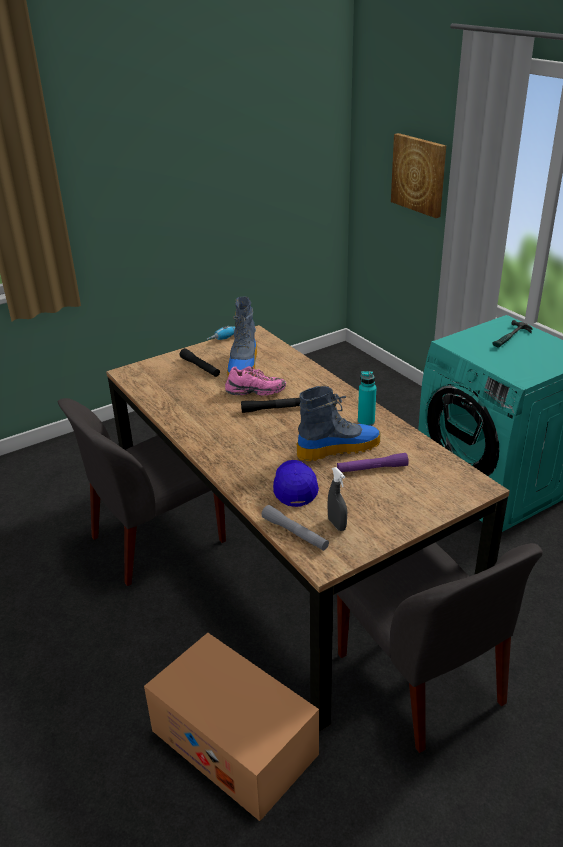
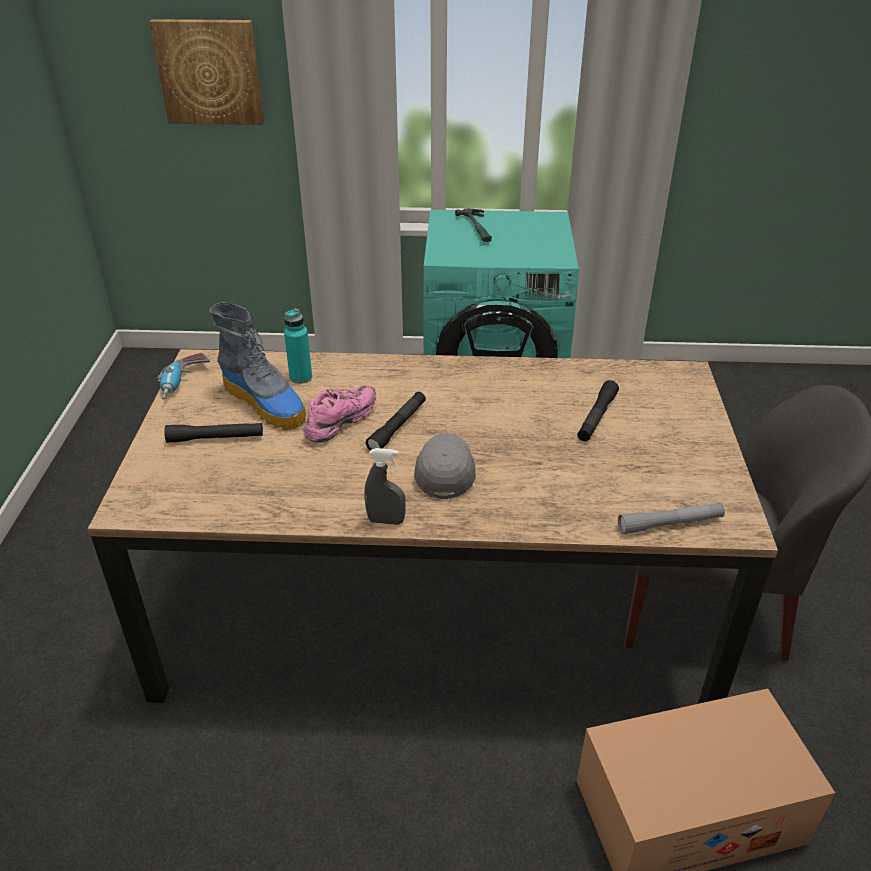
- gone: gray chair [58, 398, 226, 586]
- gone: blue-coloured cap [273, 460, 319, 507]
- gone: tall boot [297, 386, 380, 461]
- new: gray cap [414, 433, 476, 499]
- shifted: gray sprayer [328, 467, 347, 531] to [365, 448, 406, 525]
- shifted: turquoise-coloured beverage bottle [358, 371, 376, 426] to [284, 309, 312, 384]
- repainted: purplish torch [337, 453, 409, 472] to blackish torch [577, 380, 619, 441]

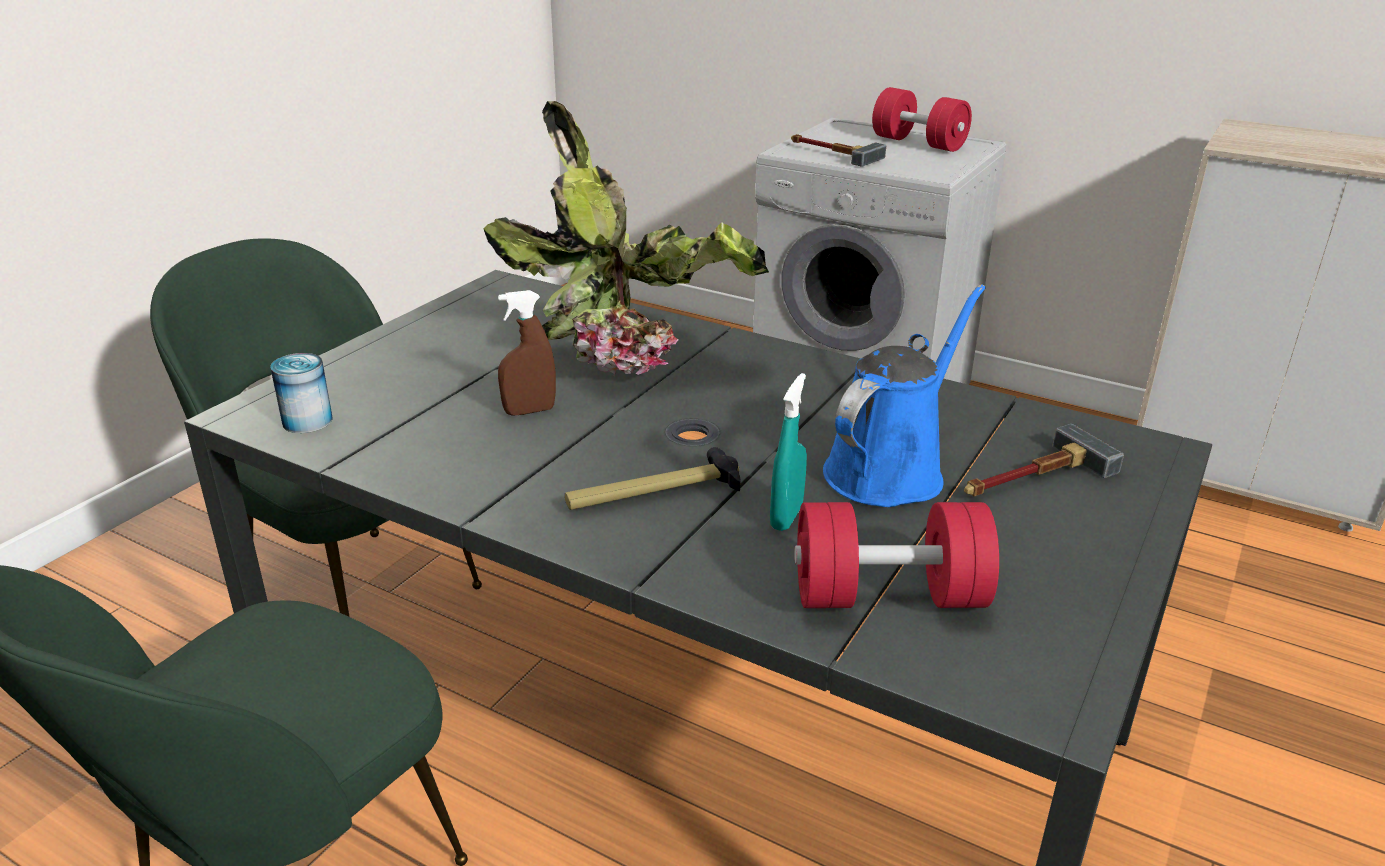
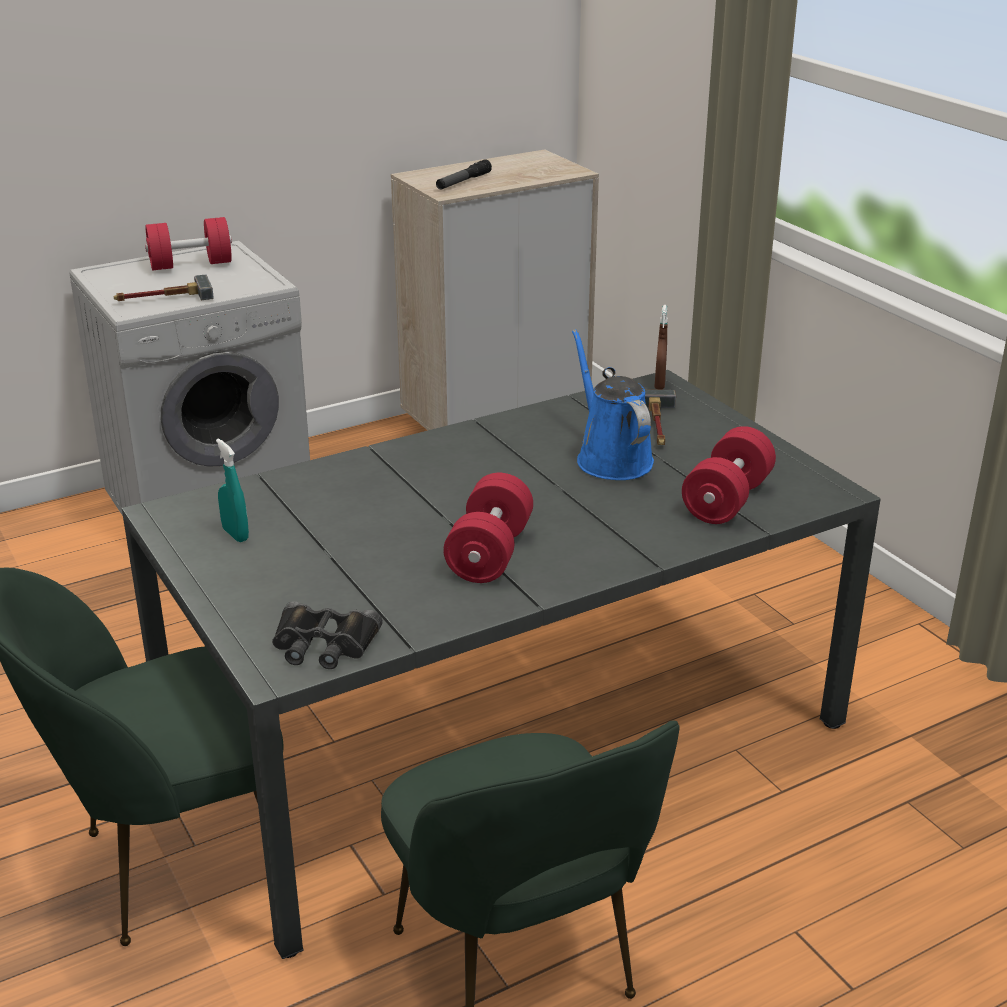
- gone: plant in a pot [483, 101, 769, 376]
- gone: tool hammer [565, 447, 741, 510]
- new: torch [436, 159, 492, 190]
- new: red free weight [443, 473, 533, 583]
- shifted: brown-coloured sprayer [498, 290, 556, 415] to [654, 305, 668, 390]
- shifted: turquoise-coloured sprayer [770, 373, 807, 531] to [216, 438, 249, 542]
- swapped: metal can [270, 353, 333, 433] to blackish pair of binoculars [272, 601, 383, 669]

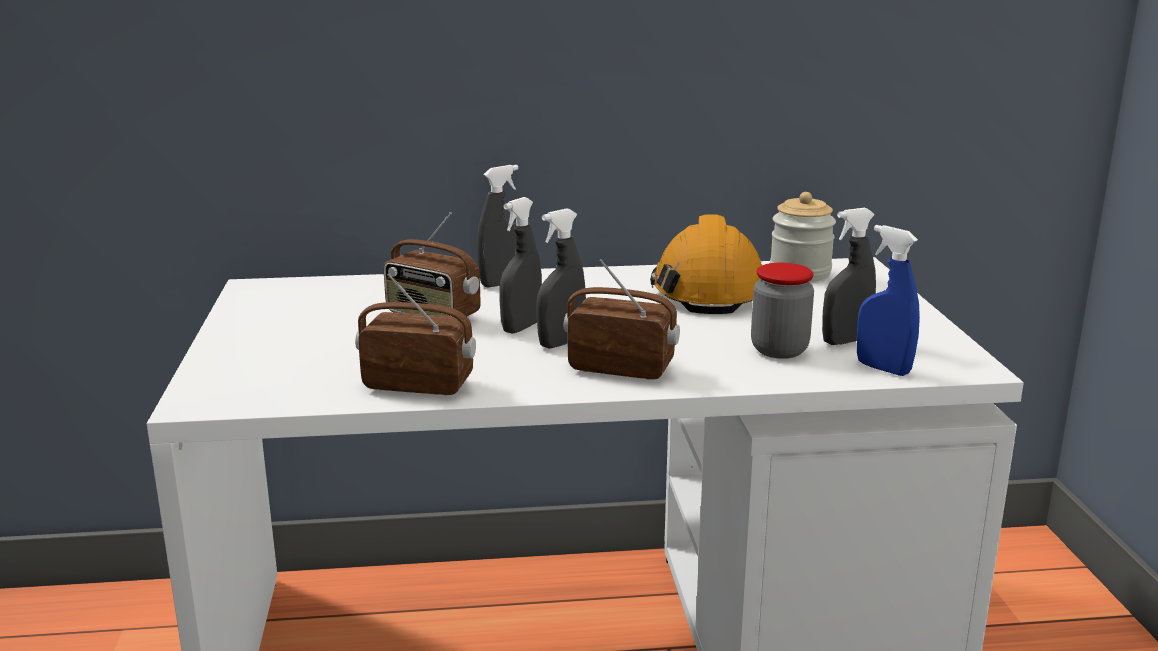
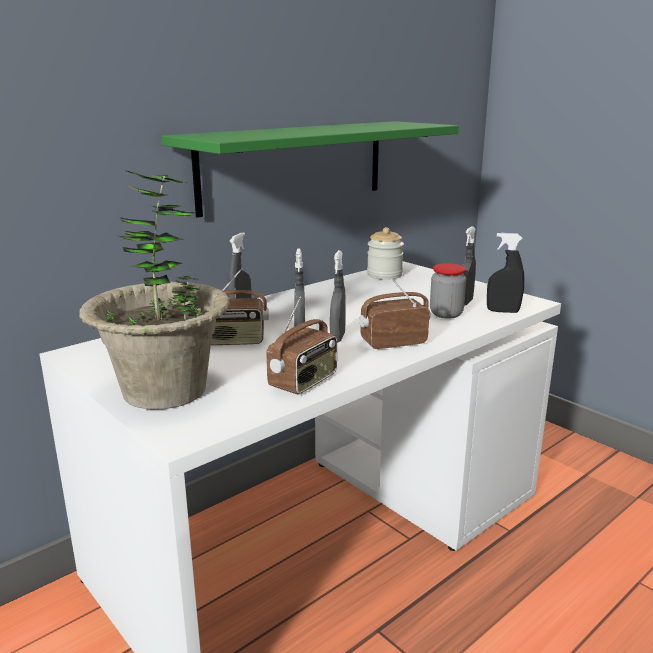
- gone: orangey safety helmet [650, 214, 762, 314]
- new: plant in a pot [79, 171, 230, 409]
- new: greenish wall shelf [162, 121, 459, 218]
- repainted: blue-coloured sprayer [857, 225, 920, 376] to blackish sprayer [487, 233, 524, 313]
- rotated: radio set [355, 273, 476, 396] = [266, 297, 337, 395] 150 degrees clockwise

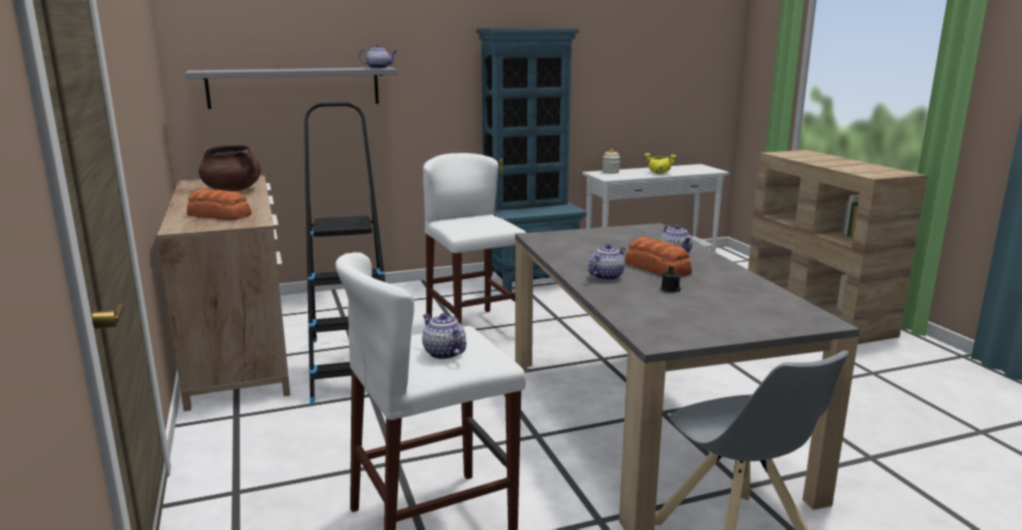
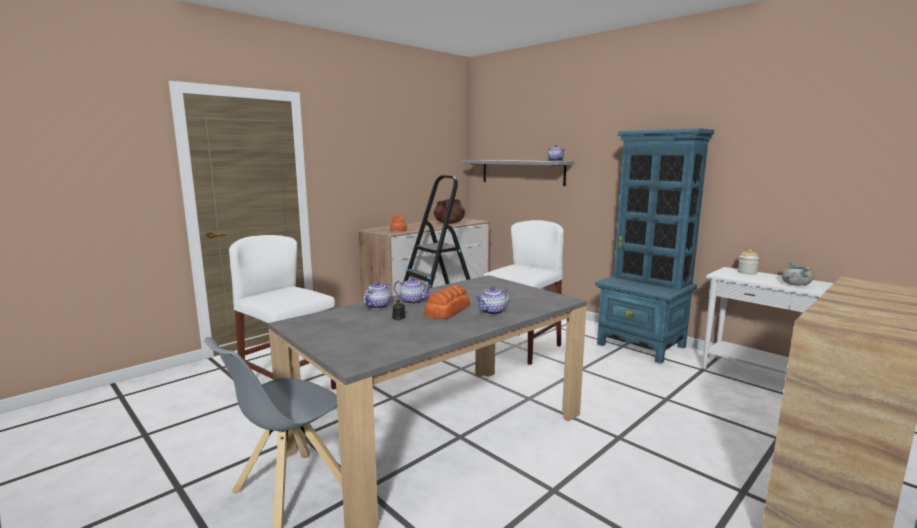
- shifted: teapot [422, 313, 466, 359] to [363, 282, 391, 309]
- repainted: yellow cooking pot [645, 153, 676, 173] to gray cooking pot [782, 261, 813, 285]

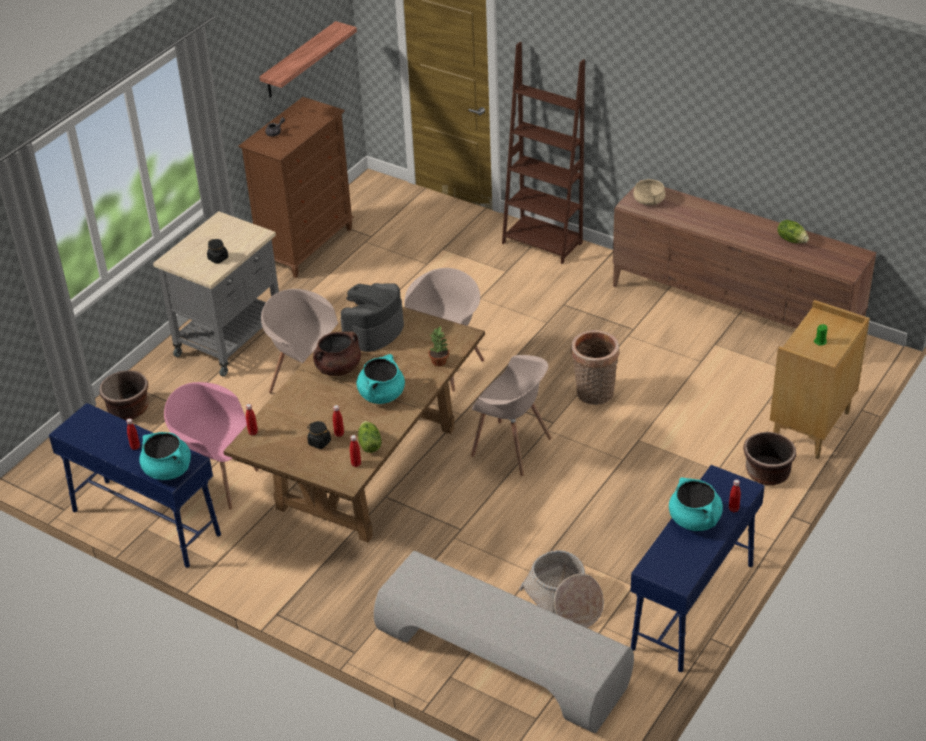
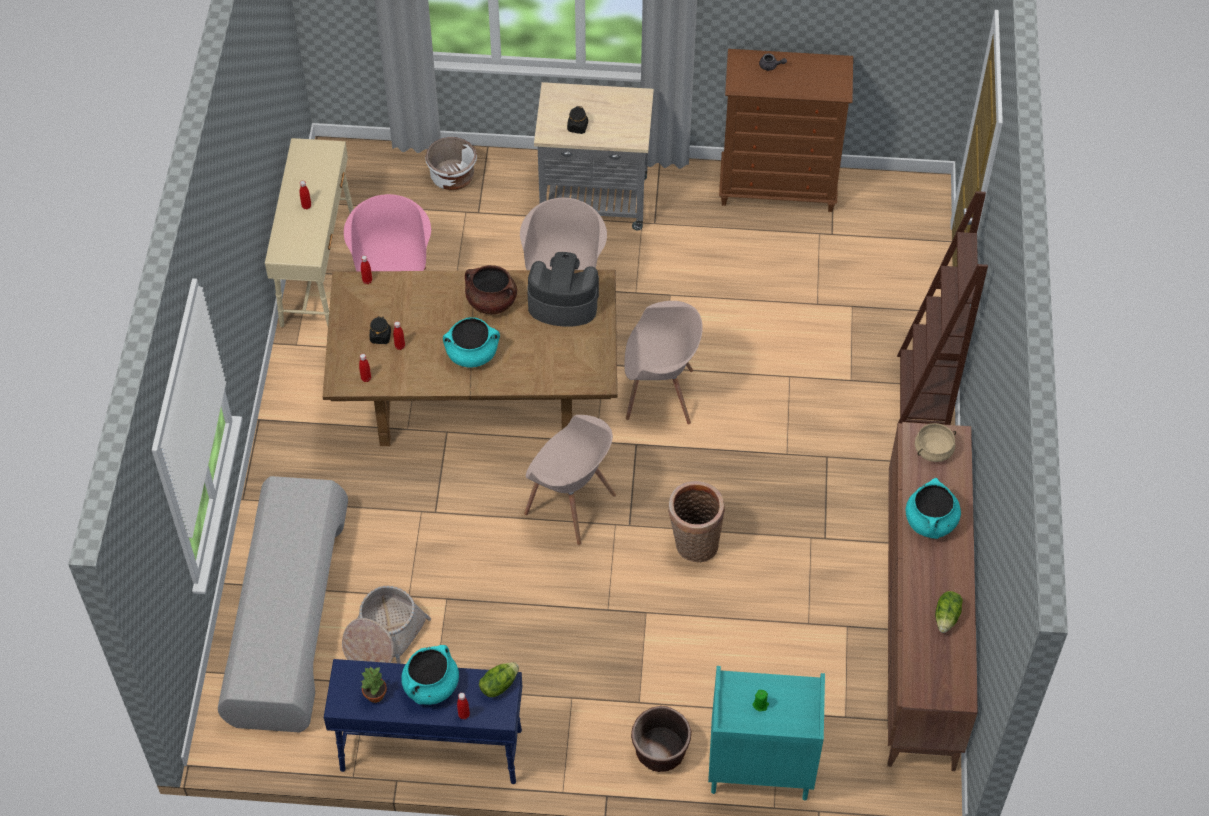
- gone: wall shelf [259, 21, 357, 98]
- shifted: turquoise-coloured cooking pot [139, 432, 191, 480] to [906, 478, 961, 539]
- shifted: lettuce [358, 421, 382, 453] to [479, 662, 519, 697]
- shifted: plant in a pot [429, 326, 449, 367] to [361, 666, 387, 703]
- repainted: blue-coloured console table [49, 403, 221, 568] to beige-coloured console table [265, 138, 353, 327]
- repainted: brown-coloured planter [99, 370, 149, 420] to white-coloured planter [425, 137, 477, 190]
- repainted: brown-coloured storage cabinet [770, 300, 870, 459] to turquoise-coloured storage cabinet [708, 666, 825, 801]
- rotated: beige-coloured chair [471, 355, 552, 476] = [524, 415, 616, 545] 60 degrees counterclockwise

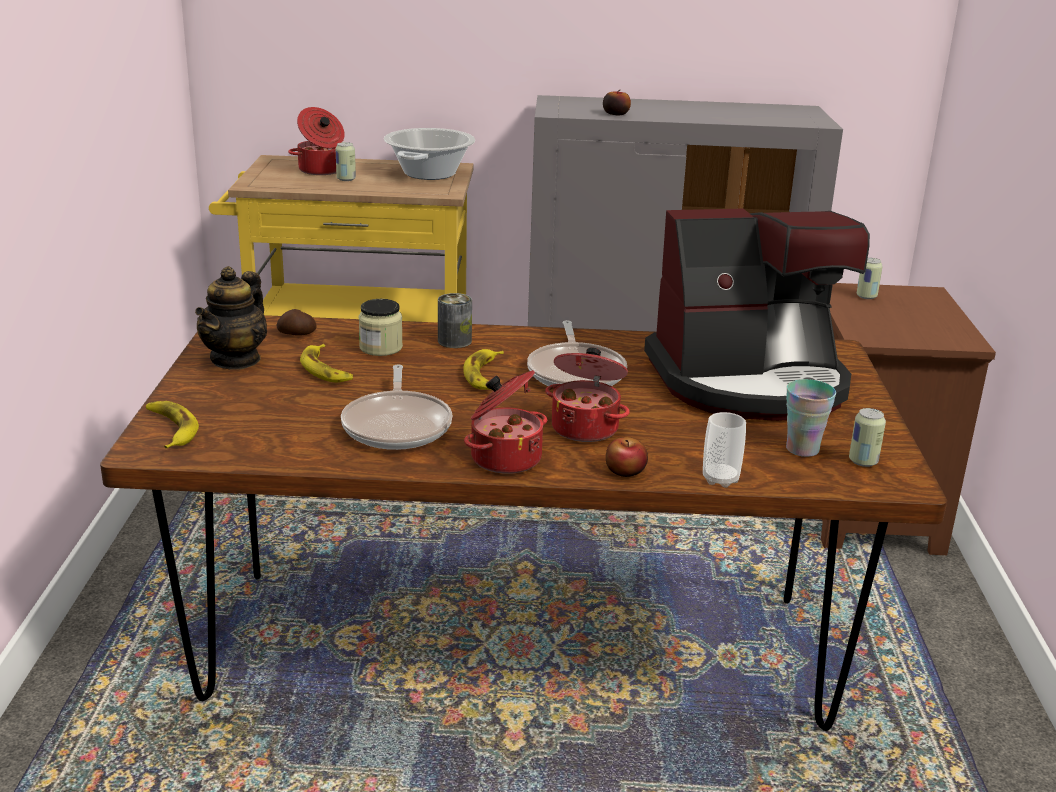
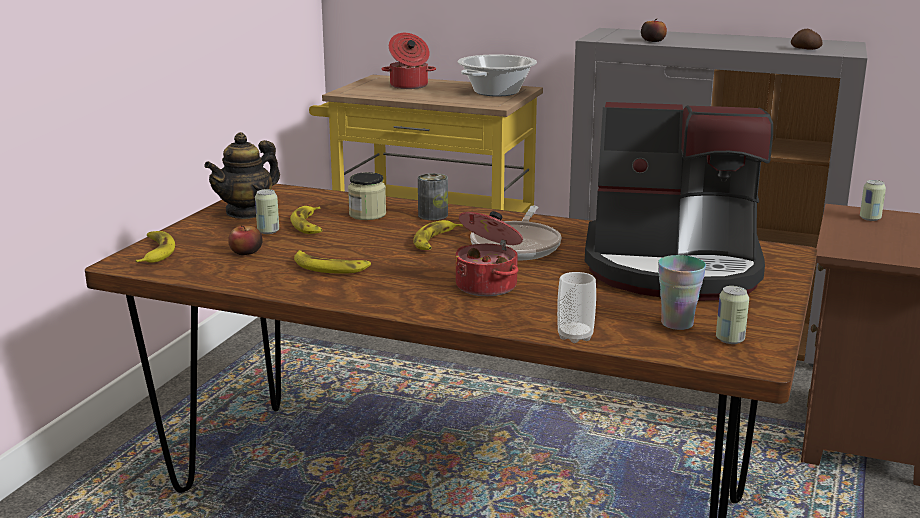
- gone: cooking pot [464, 370, 547, 474]
- shifted: potato [276, 309, 317, 336] to [791, 29, 823, 50]
- shifted: metal can [335, 142, 356, 181] to [255, 189, 279, 234]
- shifted: apple fruit [606, 437, 648, 477] to [228, 225, 263, 255]
- swapped: skillet [341, 365, 452, 450] to banana [294, 250, 371, 274]

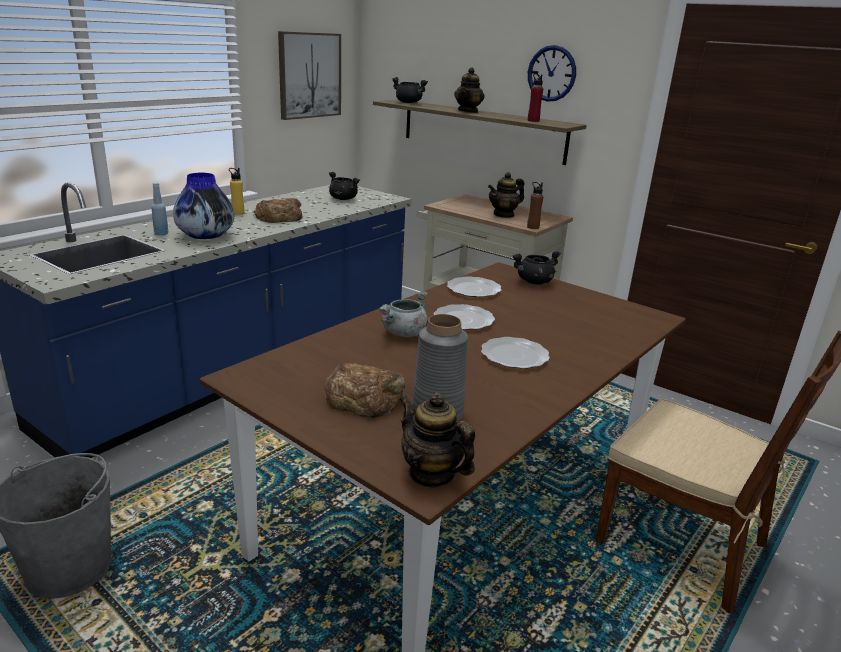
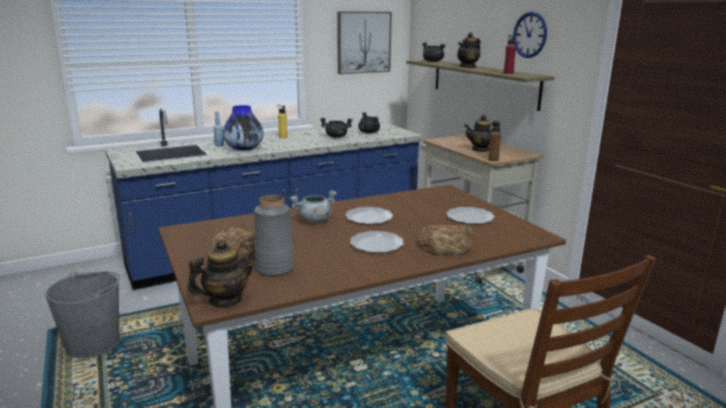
- shifted: bread [254, 198, 302, 223] to [417, 224, 473, 255]
- shifted: plate [447, 276, 502, 297] to [446, 207, 495, 224]
- shifted: blackish cooking pot [512, 251, 561, 284] to [320, 118, 353, 138]
- rotated: teapot [399, 393, 475, 488] = [187, 239, 256, 307] 75 degrees clockwise

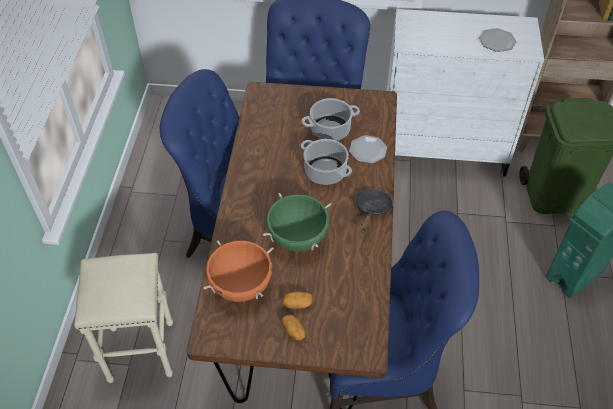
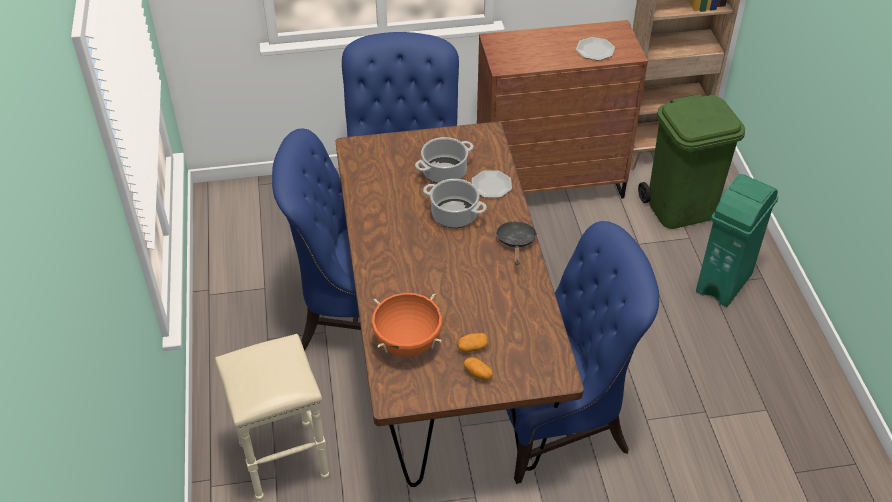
- gone: greenish cooking pot [263, 193, 331, 252]
- repainted: white-coloured chest of drawers [387, 9, 544, 177] to brown-coloured chest of drawers [477, 20, 648, 199]

